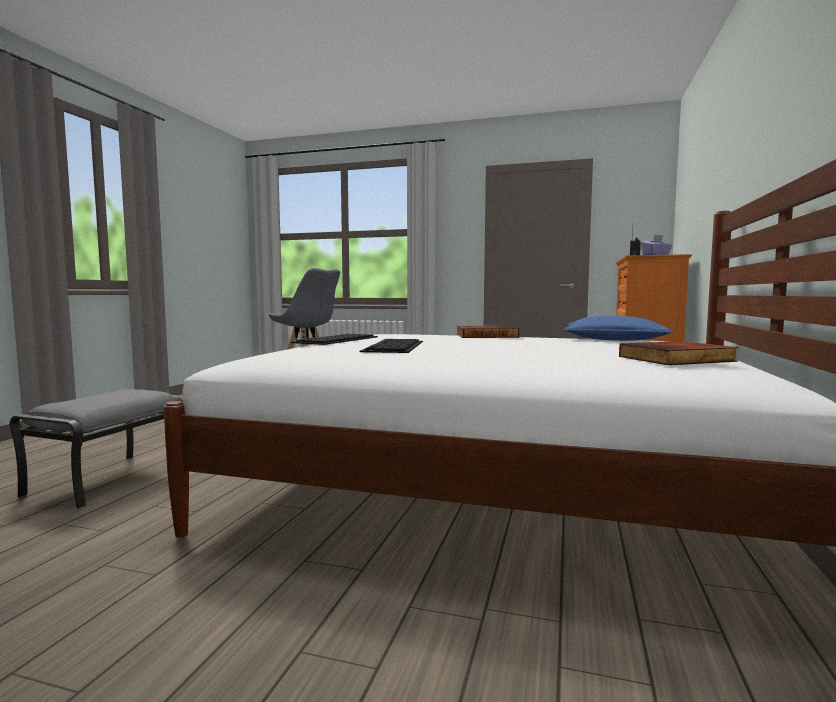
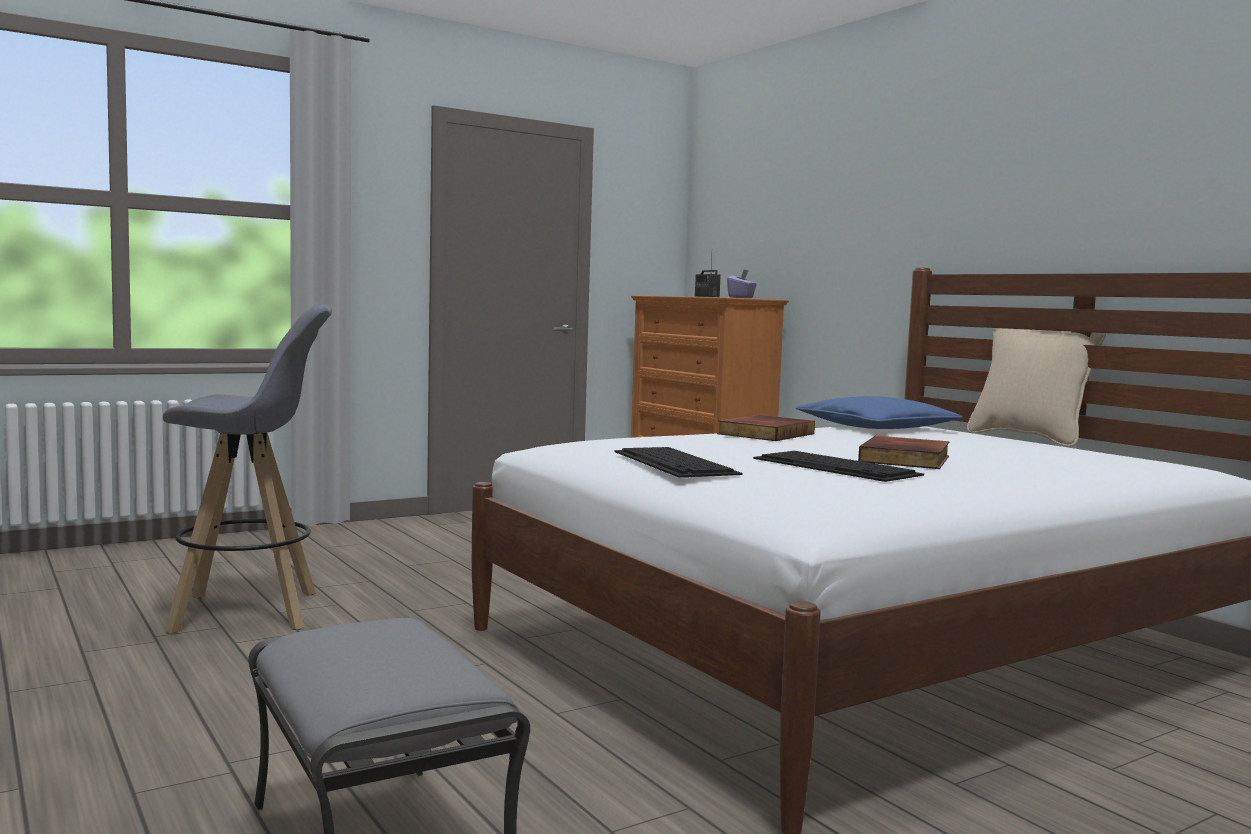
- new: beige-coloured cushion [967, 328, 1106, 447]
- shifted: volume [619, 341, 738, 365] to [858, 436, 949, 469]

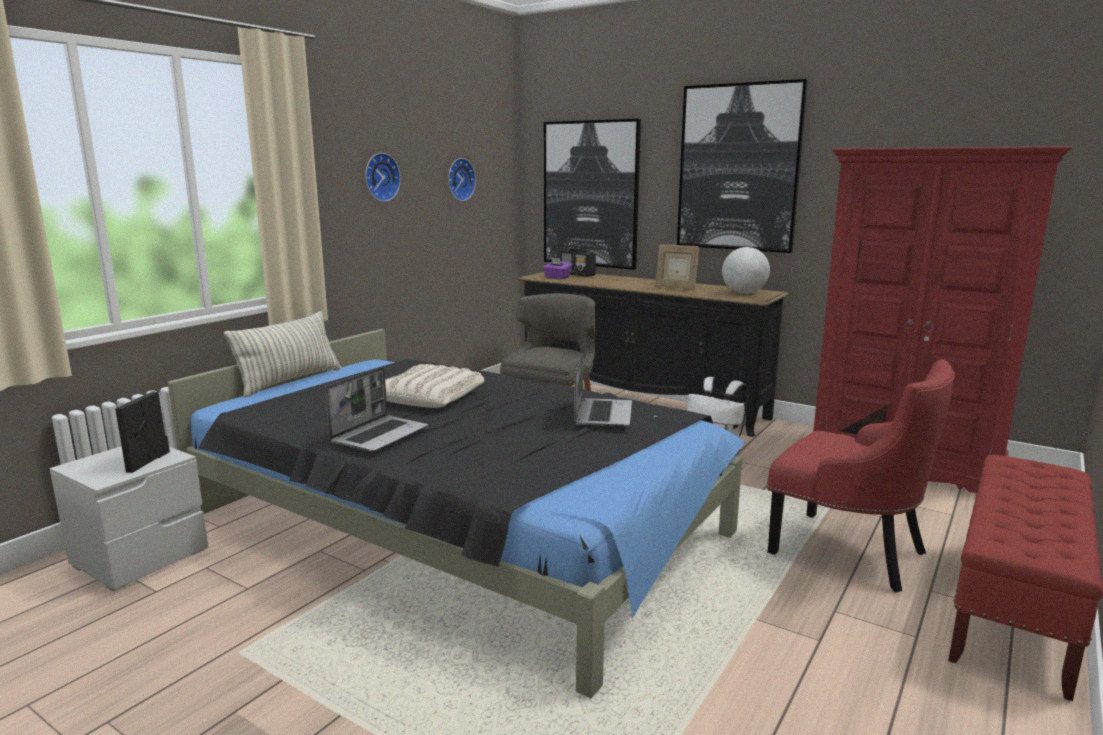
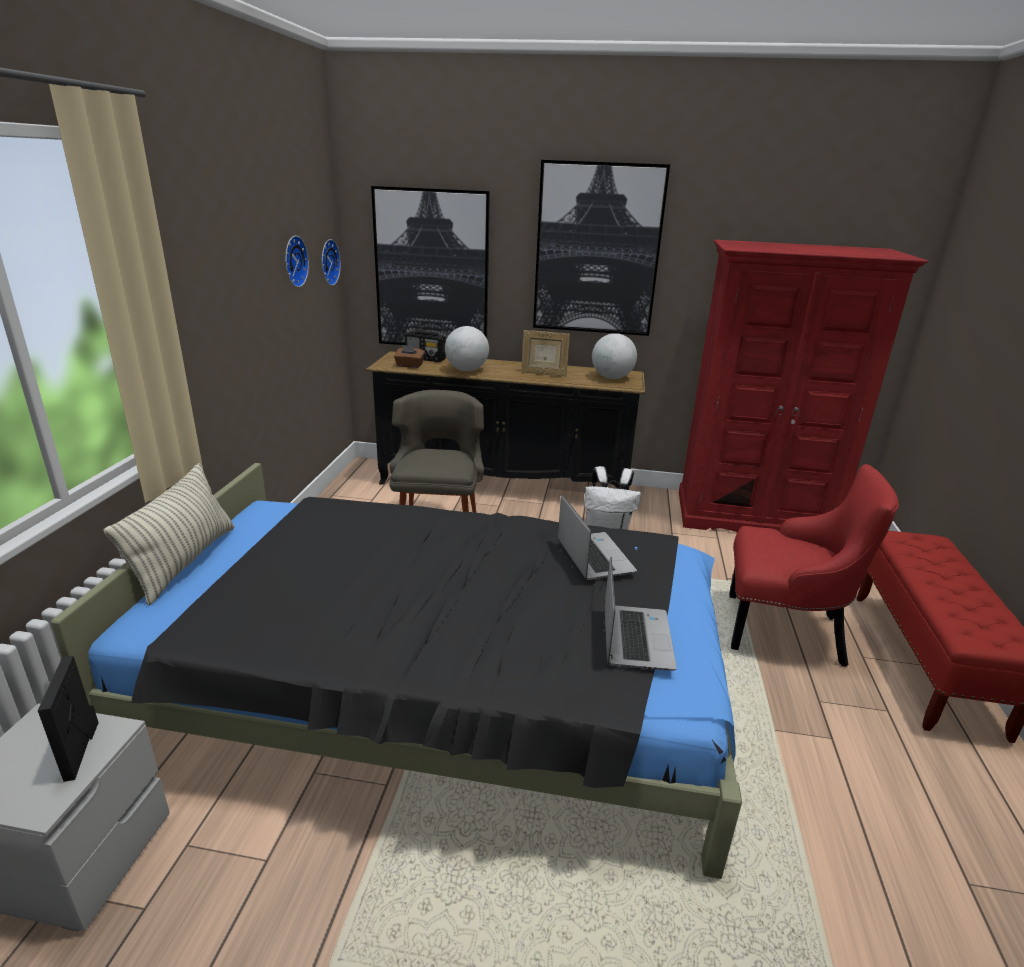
- gone: beige-coloured cushion [385, 364, 484, 408]
- new: desk globe [445, 326, 489, 371]
- shifted: notebook computer [325, 367, 428, 452] to [604, 557, 677, 671]
- shifted: wall clock [365, 153, 401, 202] to [321, 239, 341, 286]
- repainted: purplish tissue holder [543, 257, 572, 279] to brown-coloured tissue holder [394, 345, 425, 368]

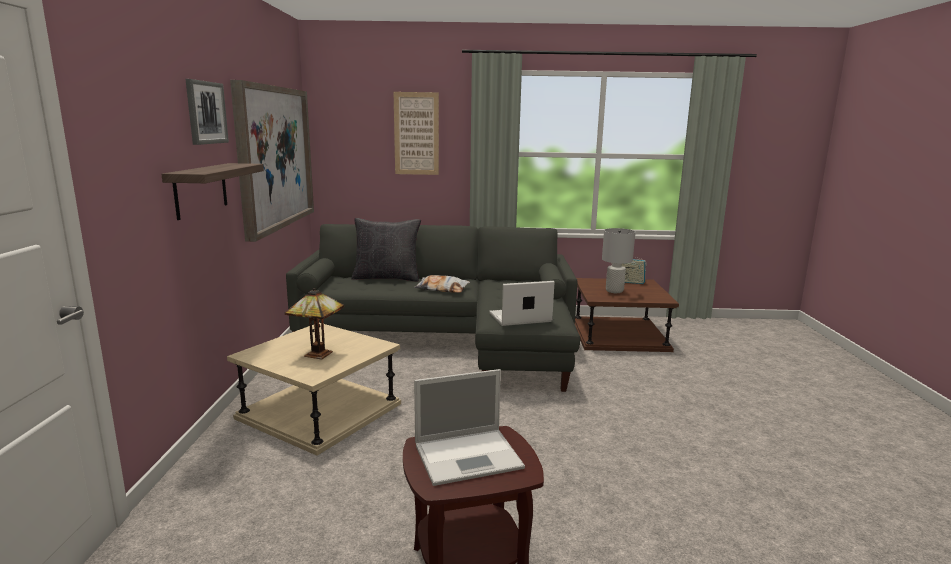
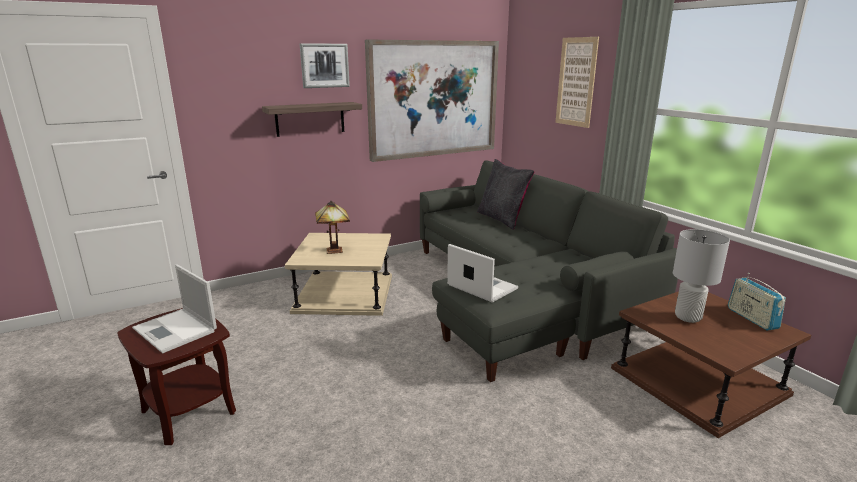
- gone: cushion [414, 275, 470, 293]

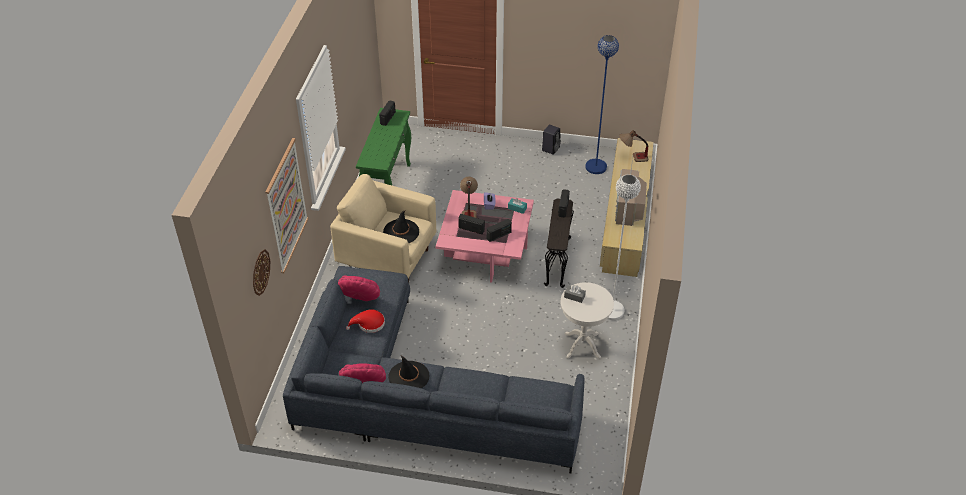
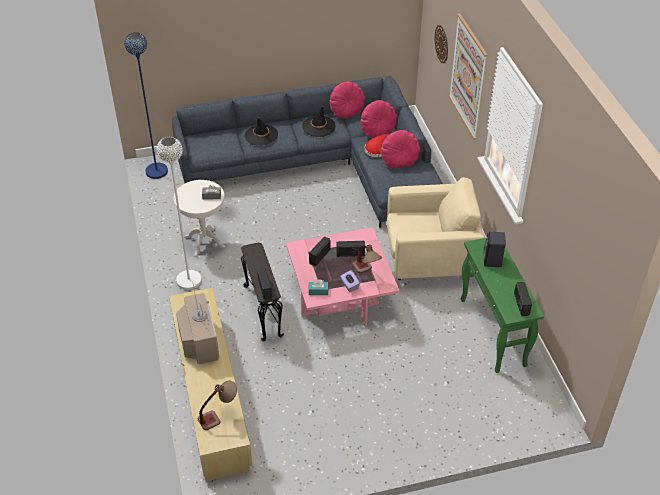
- new: pink cushion [360, 100, 397, 138]
- shifted: blackish clothing hat [383, 210, 419, 243] to [245, 118, 278, 145]
- shifted: blackish audio speaker [542, 125, 561, 155] to [483, 232, 506, 267]
- shifted: blue-coloured floor lamp [585, 35, 619, 174] to [124, 32, 168, 179]

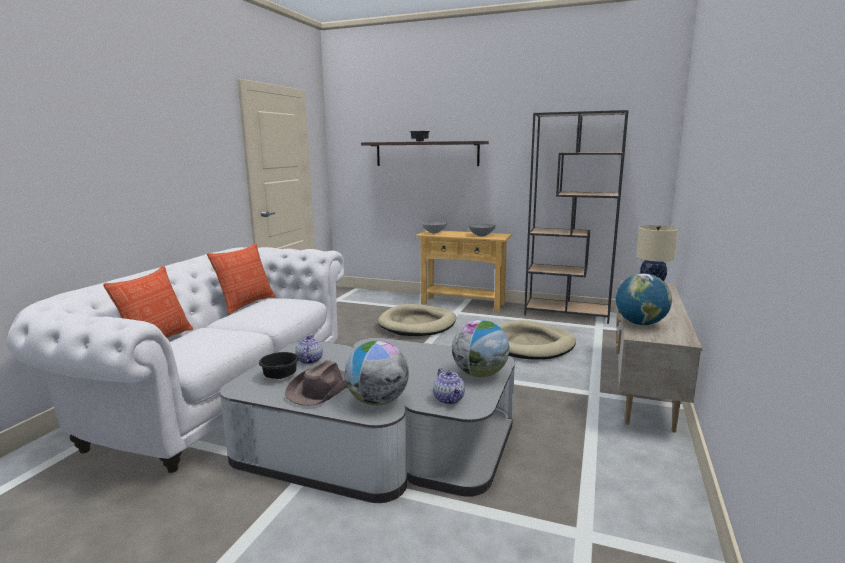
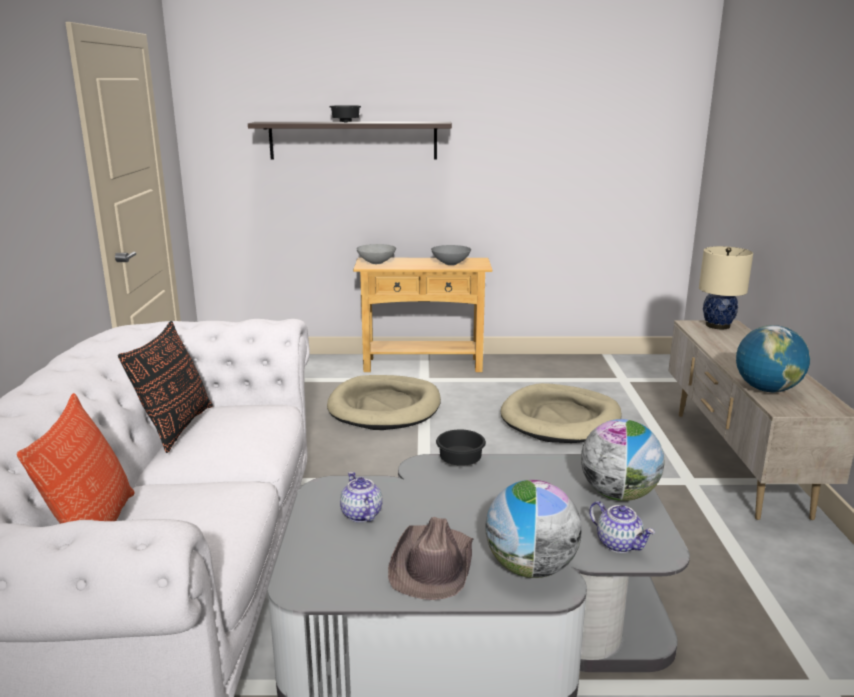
- gone: bookcase [524, 110, 629, 324]
- shifted: blackish deep dish [259, 352, 299, 379] to [436, 430, 486, 466]
- repainted: orangey cushion [207, 243, 276, 315] to blackish cushion [118, 321, 213, 453]

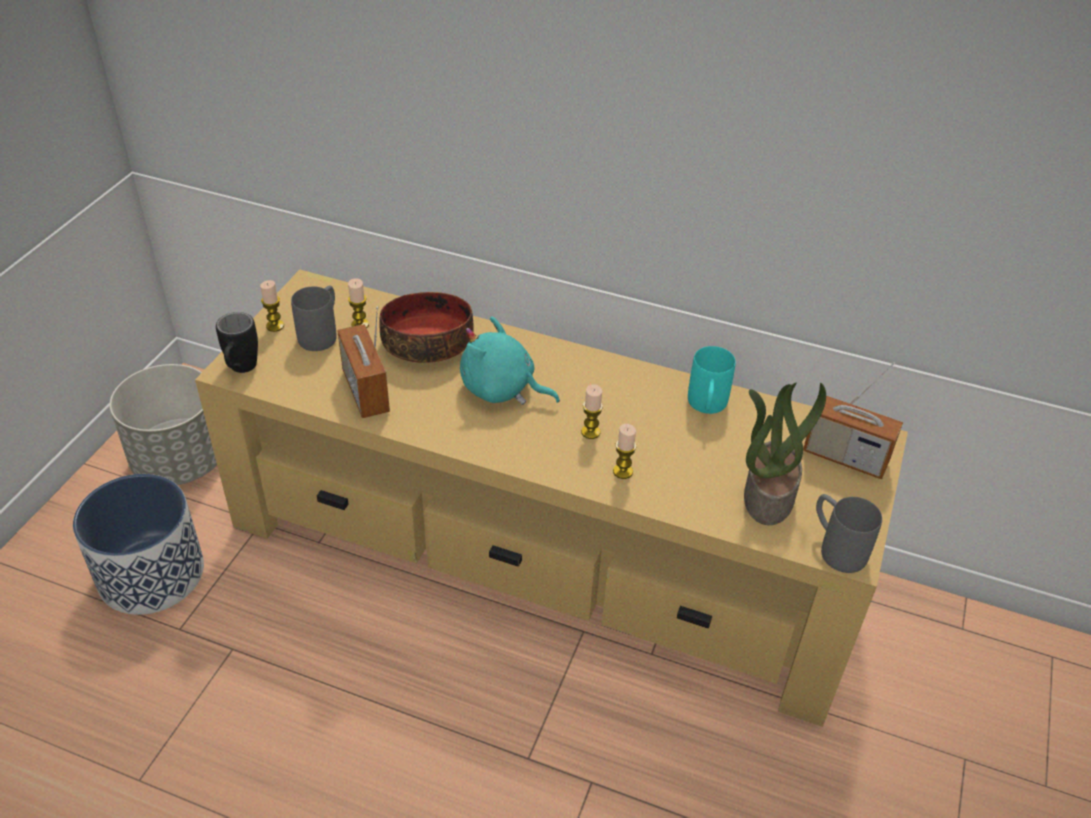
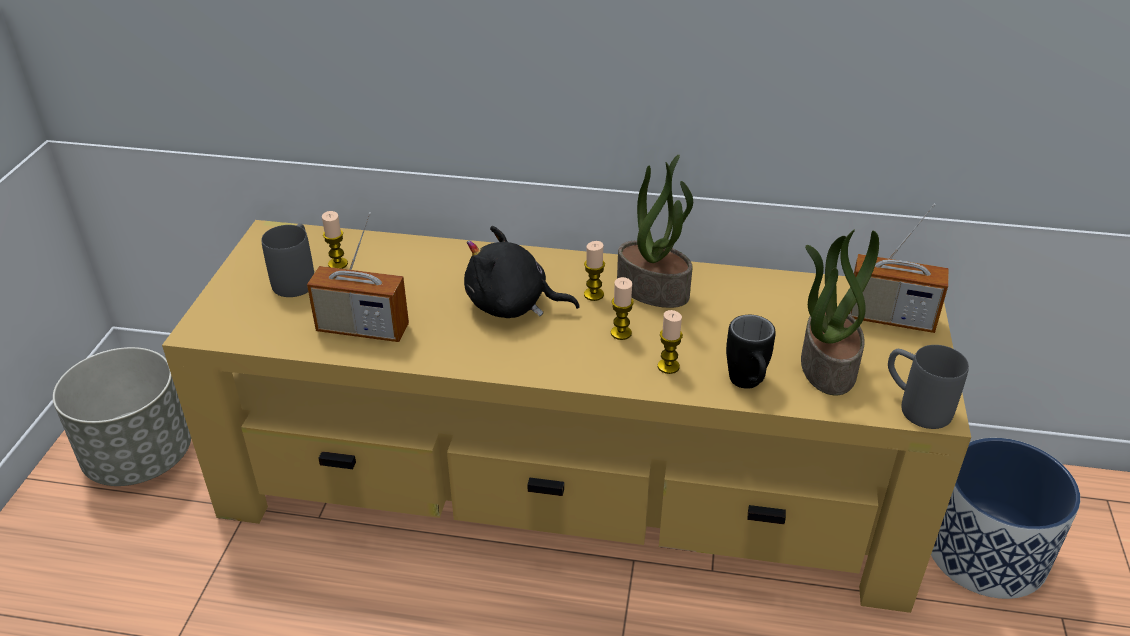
- gone: deep dish [380, 292, 474, 363]
- gone: turquoise-coloured mug [688, 346, 736, 414]
- new: plant in a pot [617, 155, 693, 308]
- shifted: planter [73, 474, 204, 615] to [931, 438, 1080, 599]
- shifted: blackish mug [216, 312, 258, 373] to [726, 315, 776, 389]
- shifted: wax light [260, 280, 284, 332] to [584, 241, 605, 301]
- repainted: turquoise-coloured cuddly toy [460, 316, 560, 405] to blackish cuddly toy [464, 226, 580, 318]
- rotated: radio set [337, 306, 390, 418] = [307, 212, 409, 342] 45 degrees counterclockwise

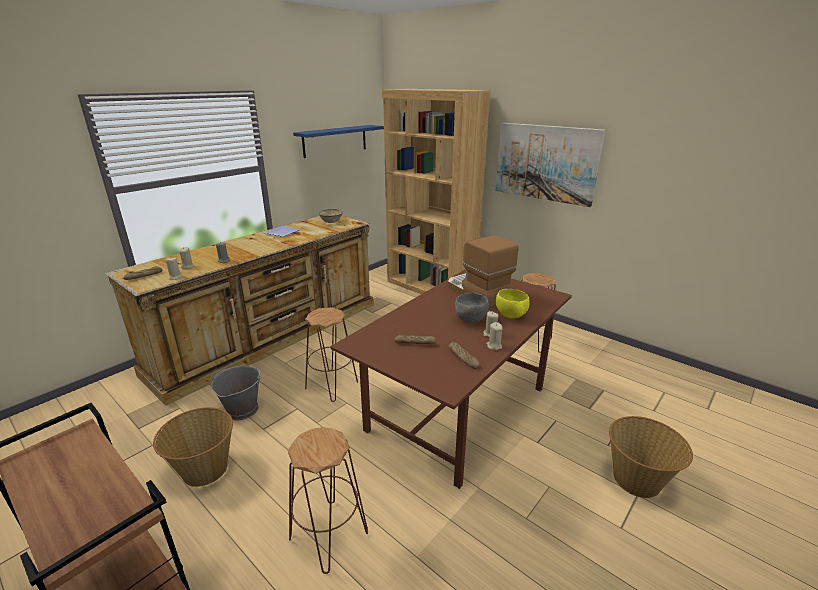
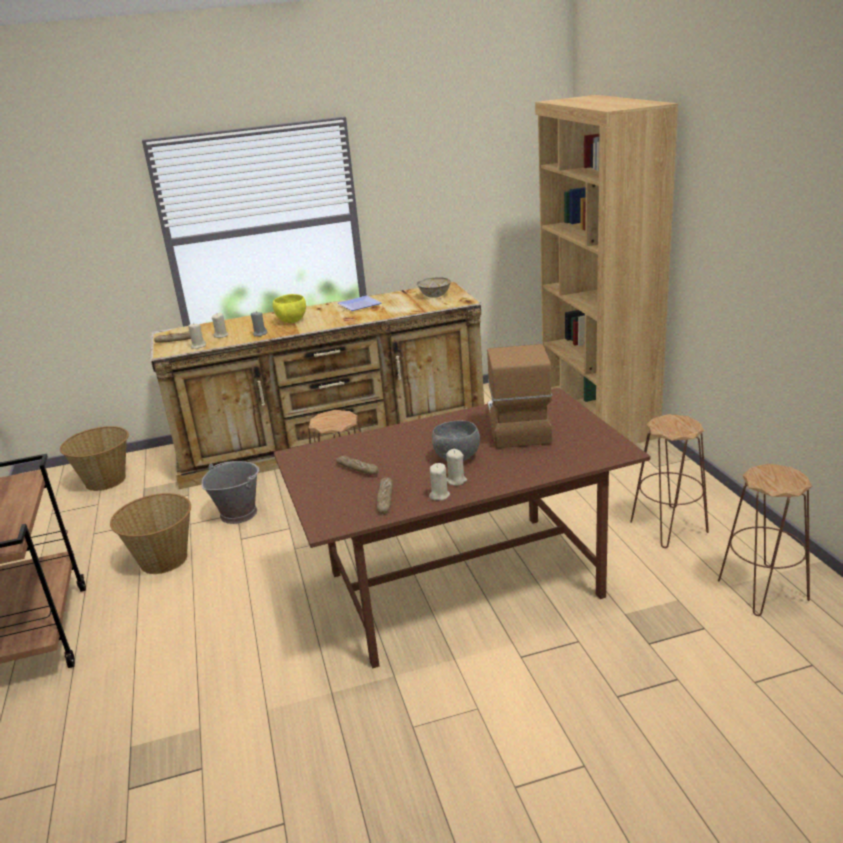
- gone: blue-coloured wall shelf [293, 125, 384, 158]
- gone: wall picture [495, 123, 605, 207]
- shifted: brown-coloured stool seat [288, 427, 368, 574] to [718, 464, 812, 616]
- shifted: yellow deep dish [496, 289, 530, 319] to [273, 294, 306, 323]
- shifted: household basket [609, 416, 693, 498] to [60, 426, 129, 491]

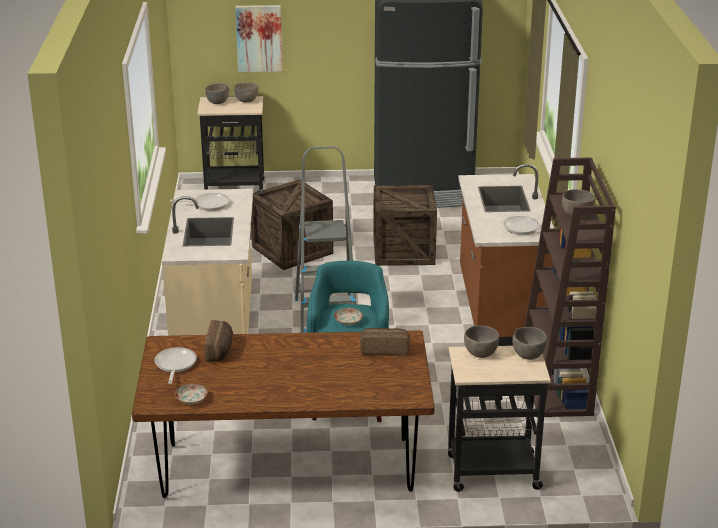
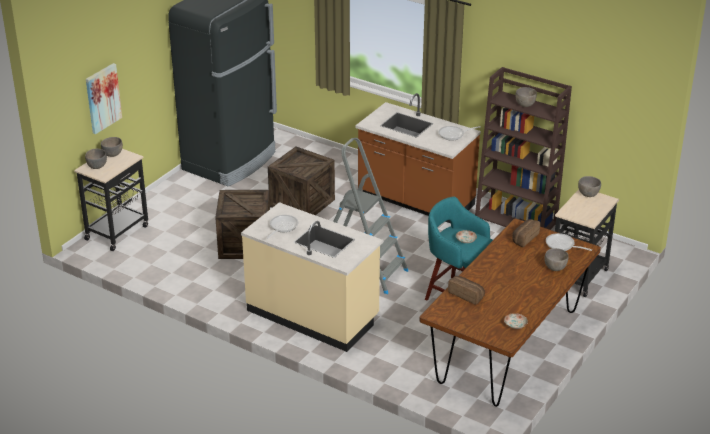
- shifted: skillet [154, 347, 197, 384] to [546, 233, 592, 251]
- shifted: gray deep dish [464, 325, 499, 358] to [544, 248, 569, 271]

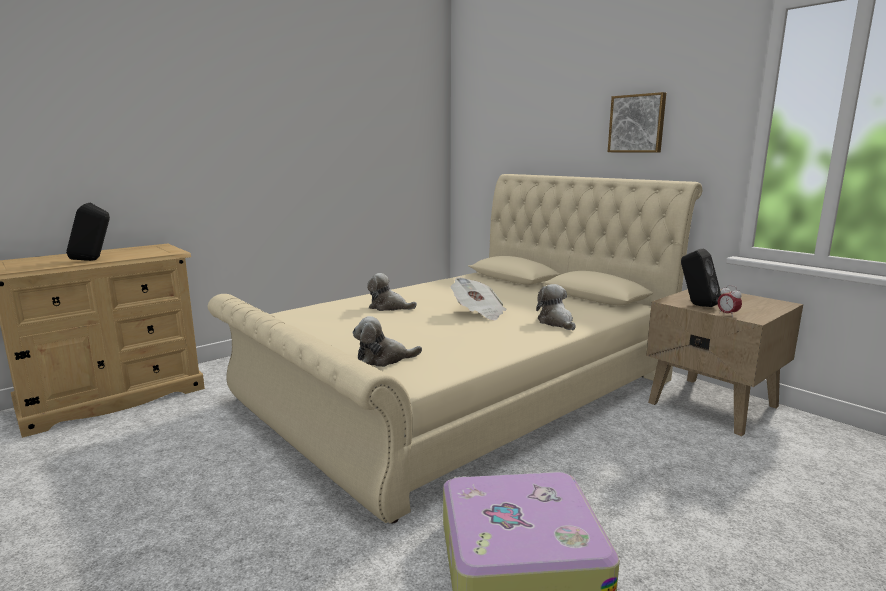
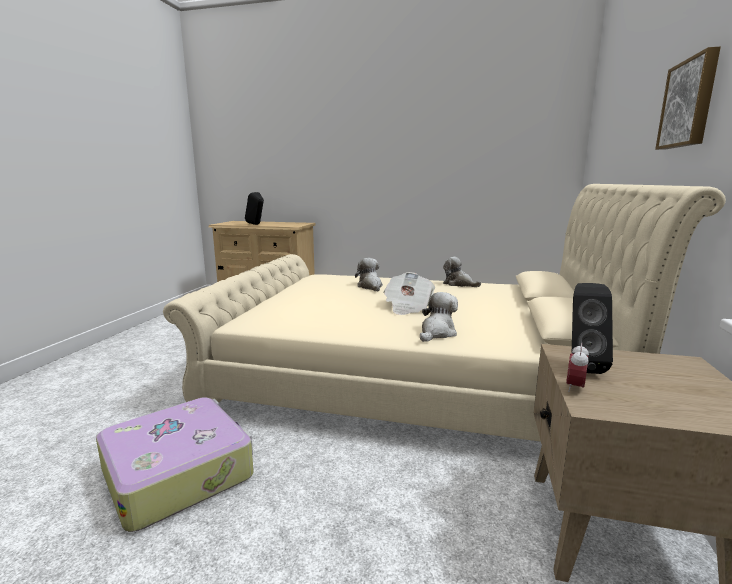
- shifted: cuddly toy [352, 316, 422, 367] to [443, 257, 481, 287]

